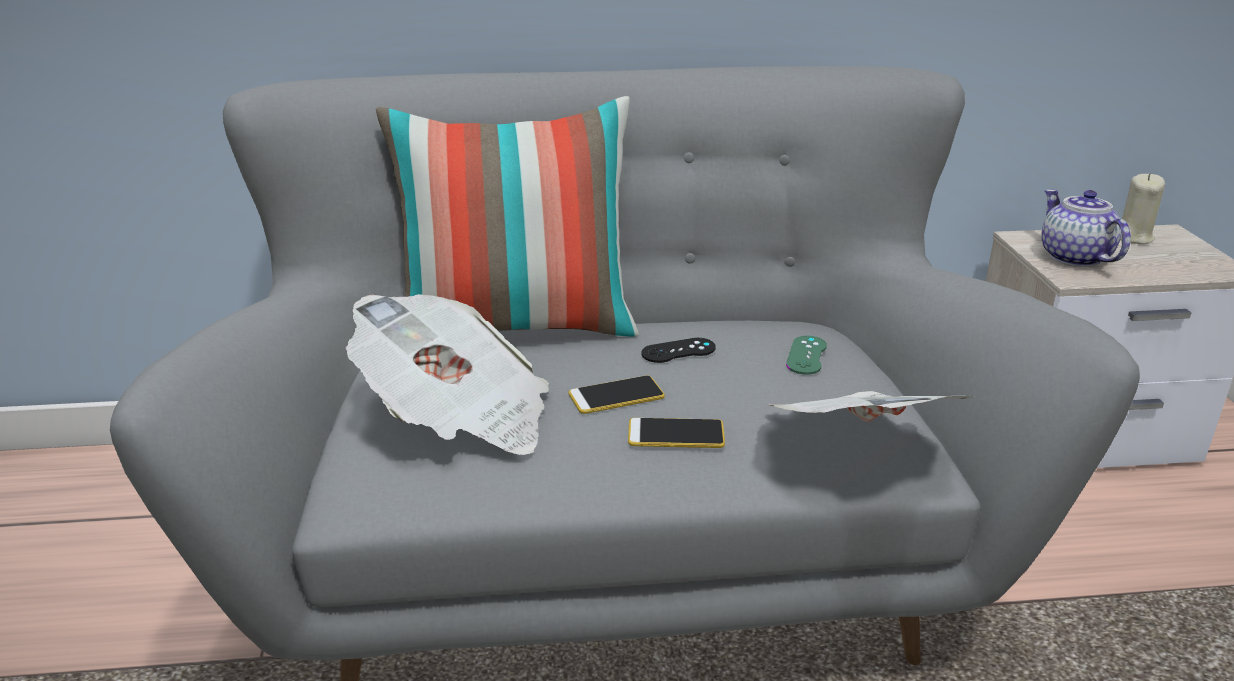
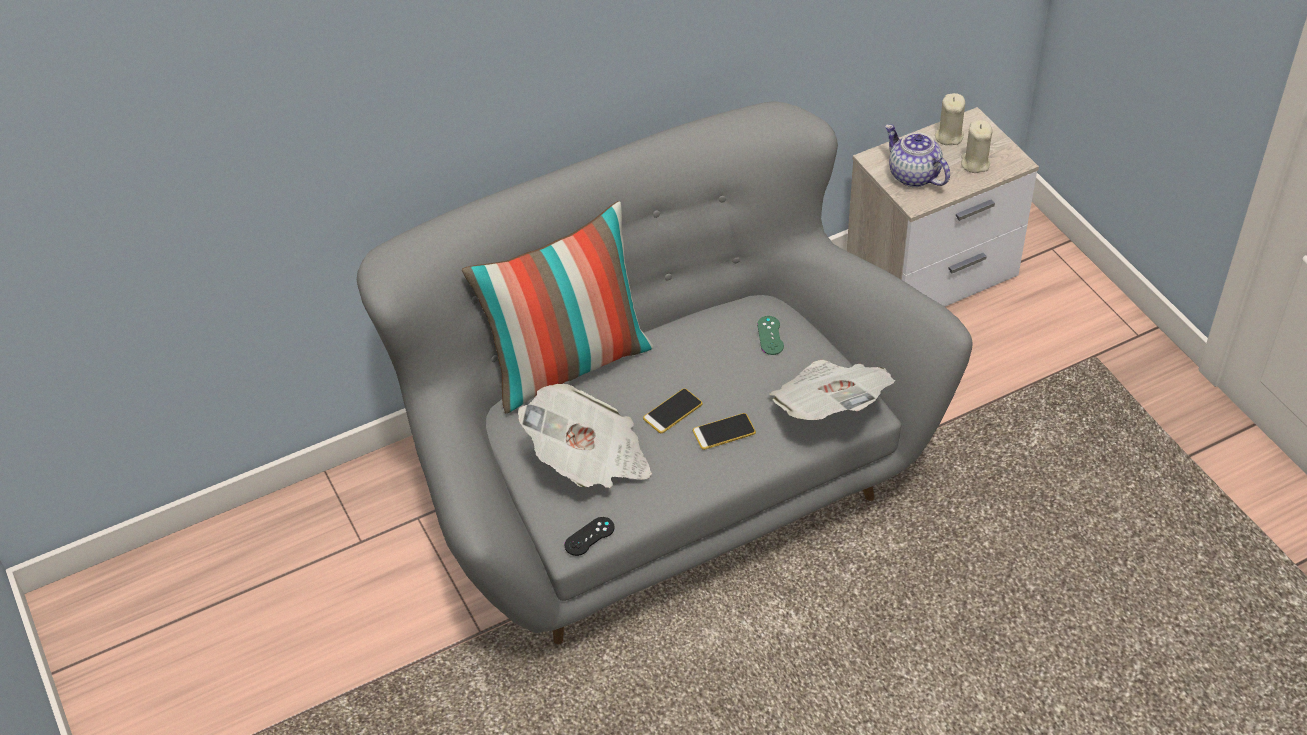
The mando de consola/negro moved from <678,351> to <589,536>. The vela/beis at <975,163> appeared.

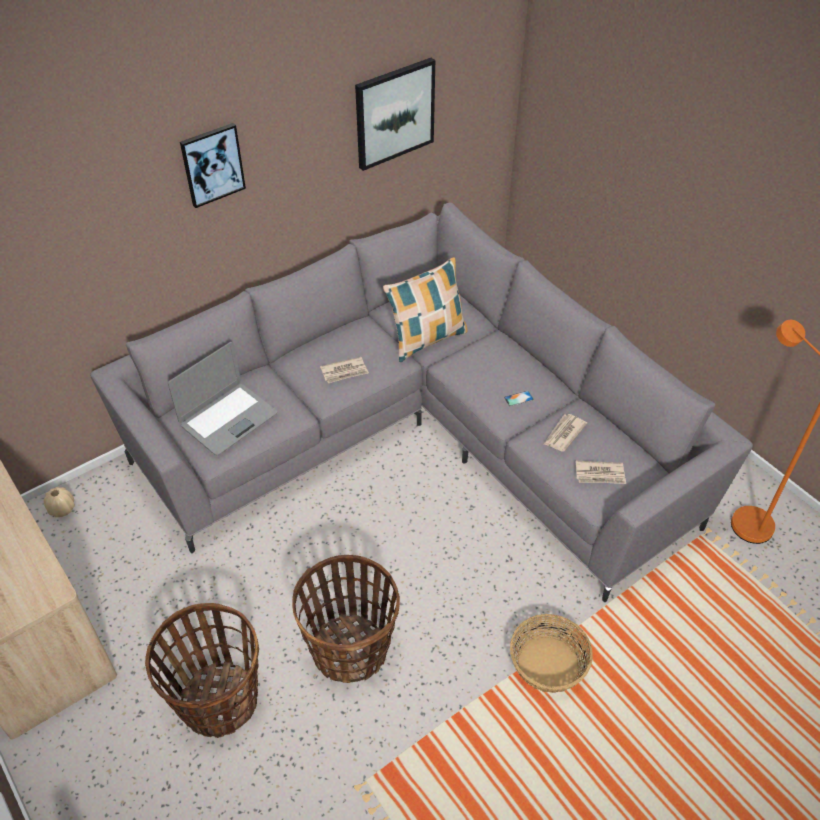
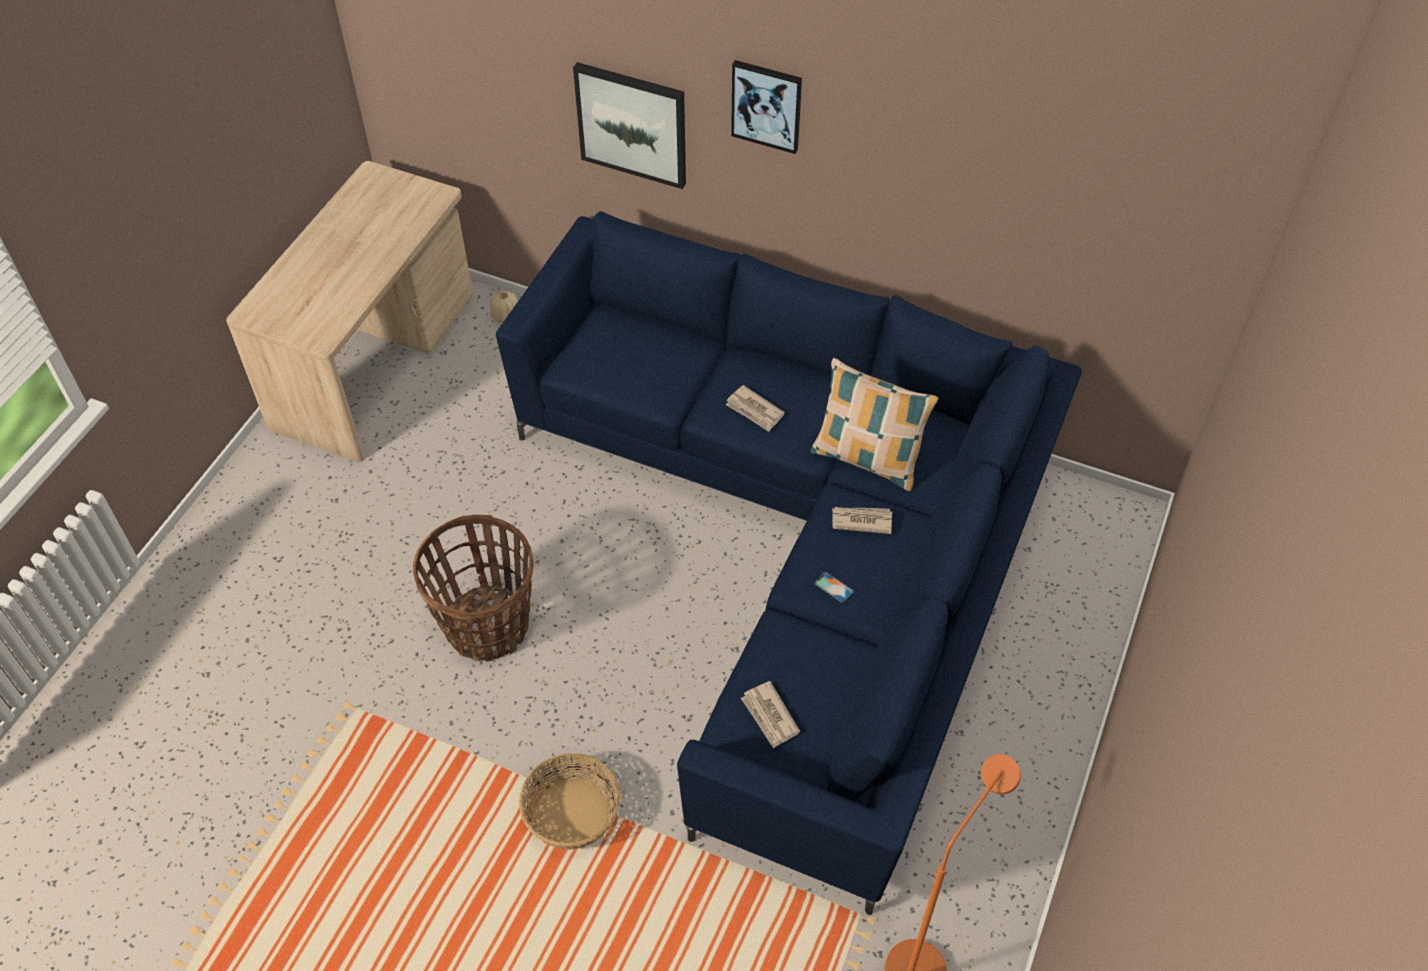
The sofá/gris at <420,436> became the sofá/azul at <803,551>. The cuadro moved from <394,113> to <632,124>. The periódico moved from <564,434> to <861,520>. The cesta at <218,700> disappeared. The portátil at <228,419> disappeared.

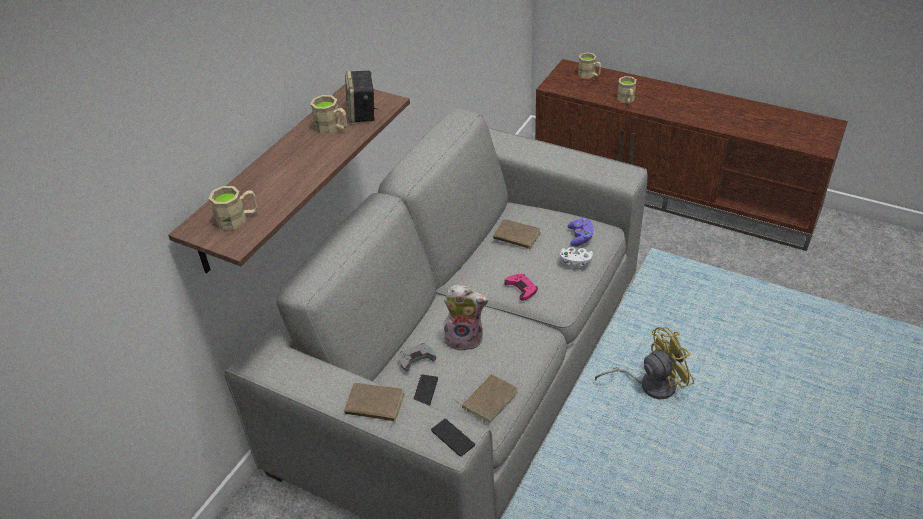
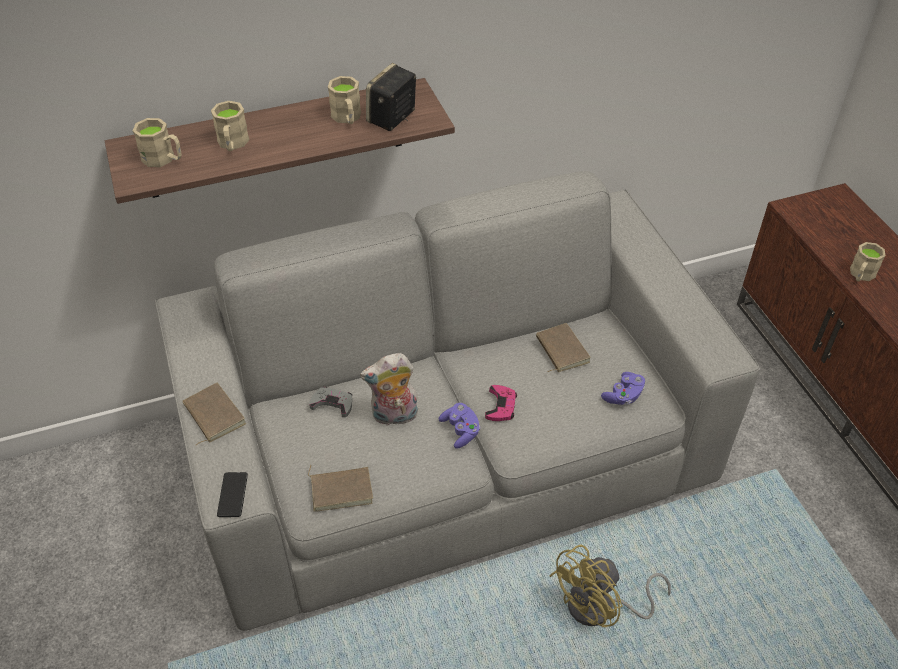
The taza grande/beis moved from <589,75> to <232,144>. The peluche at <465,338> turned 120 degrees clockwise. The mando de consola/morado at <460,431> appeared. The ventilador/amarillo at <650,384> turned 120 degrees clockwise. The móvil at <425,391> disappeared. The mando de consola/blanco at <575,262> disappeared.

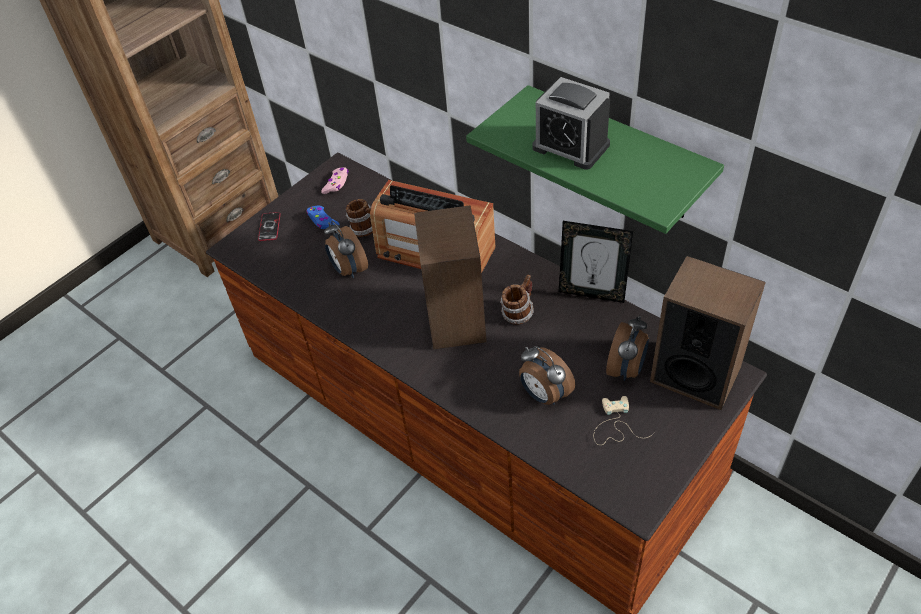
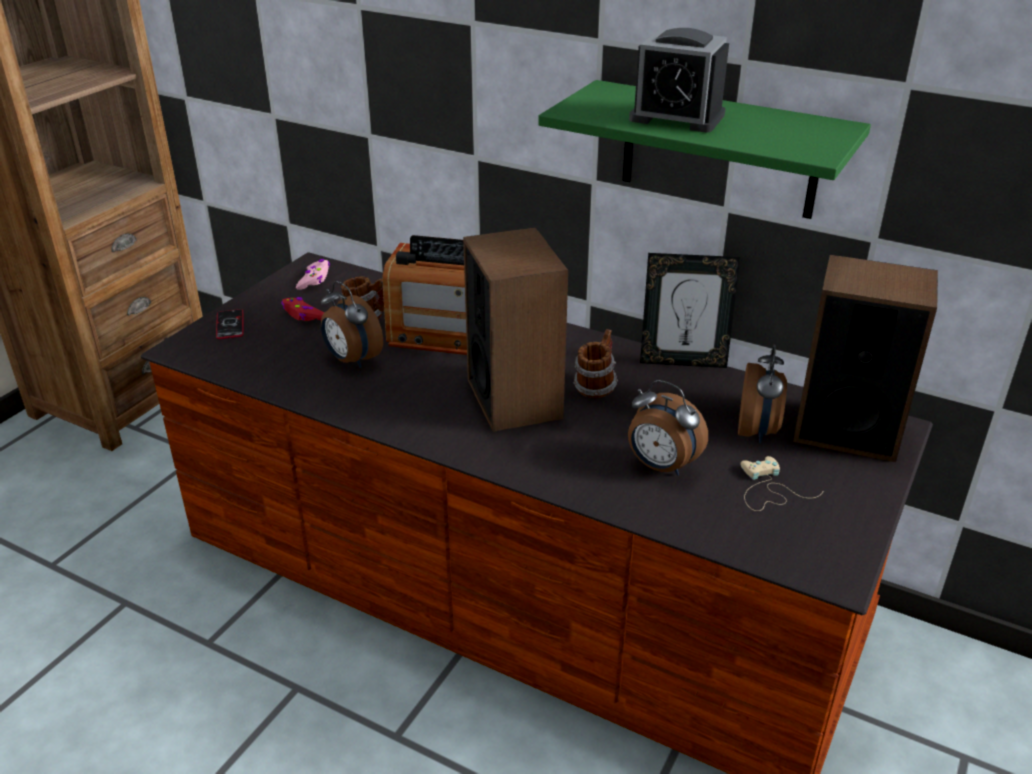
The mando de consola/azul at <322,221> became the mando de consola/rojo at <304,315>.

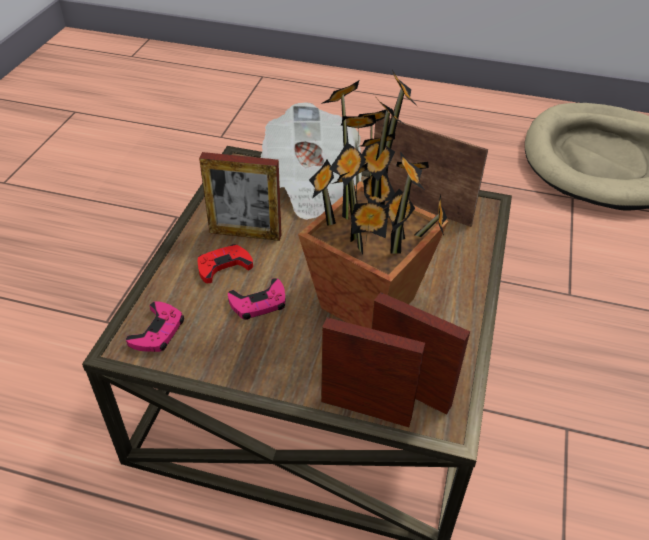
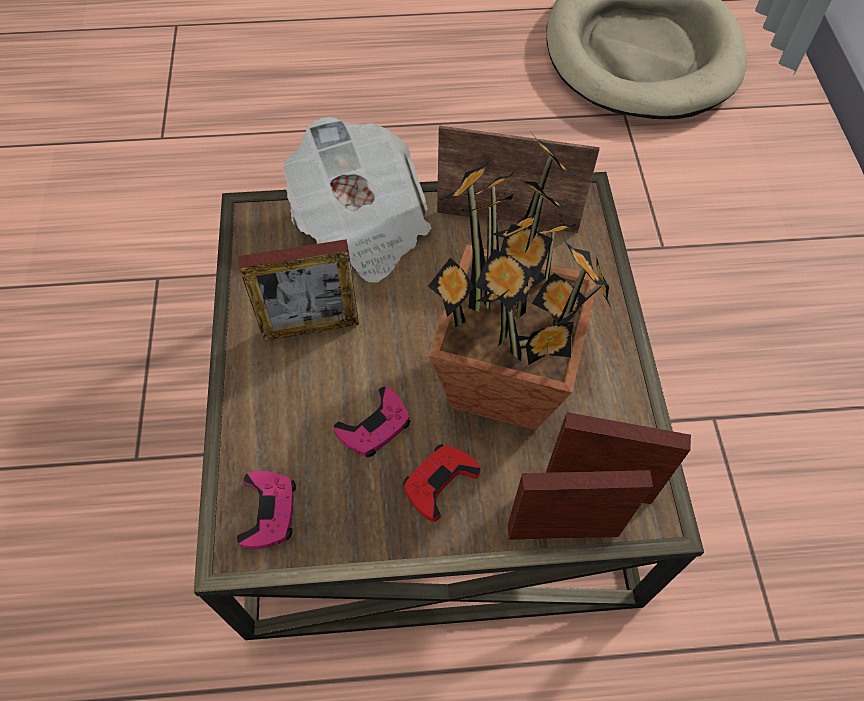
The mando de consola/rojo moved from <223,266> to <439,482>.

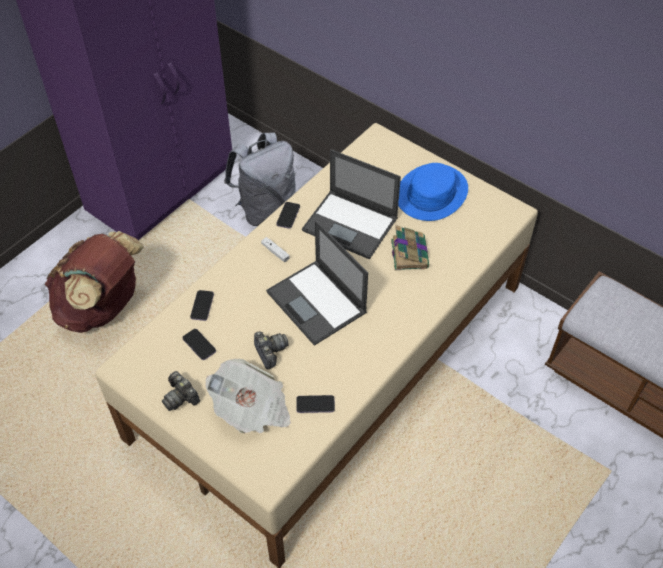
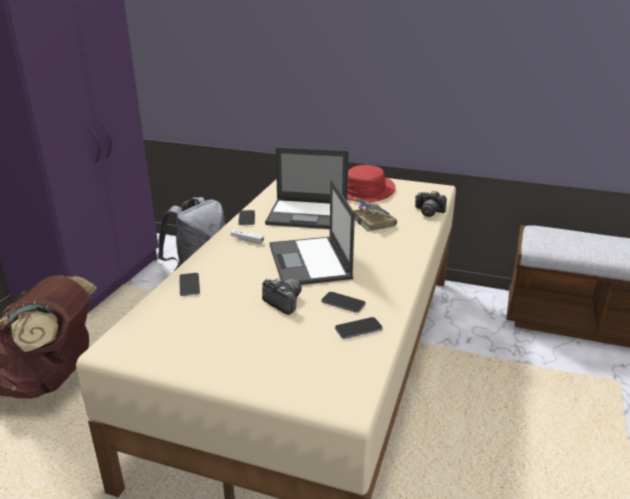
The portátil at <317,303> turned 45 degrees clockwise. The móvil moved from <199,345> to <343,303>. The sombrero/azul at <431,193> became the sombrero/rojo at <364,190>. The cámara moved from <180,397> to <429,212>. The periódico at <252,409> disappeared.

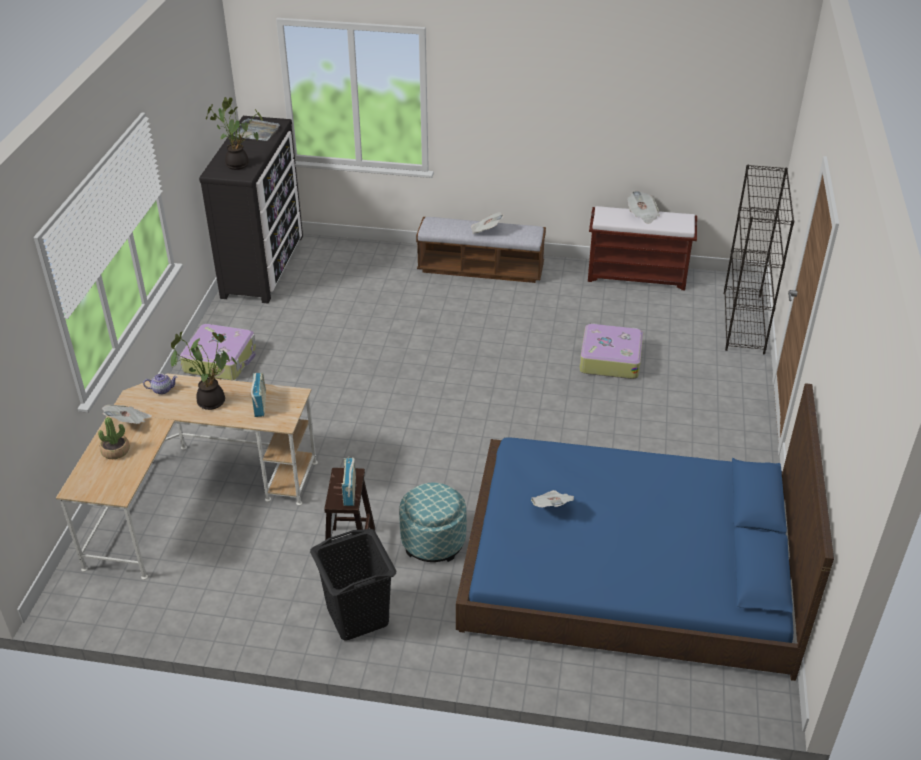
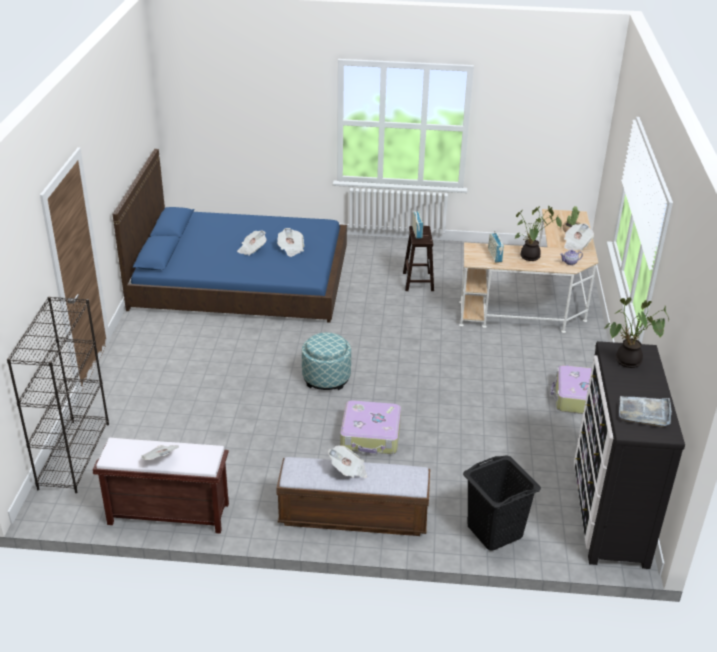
The periódico at <252,250> appeared. The puf moved from <433,541> to <326,378>. The maleta moved from <610,359> to <371,435>. The cesto de la ropa/negro moved from <358,615> to <494,531>.

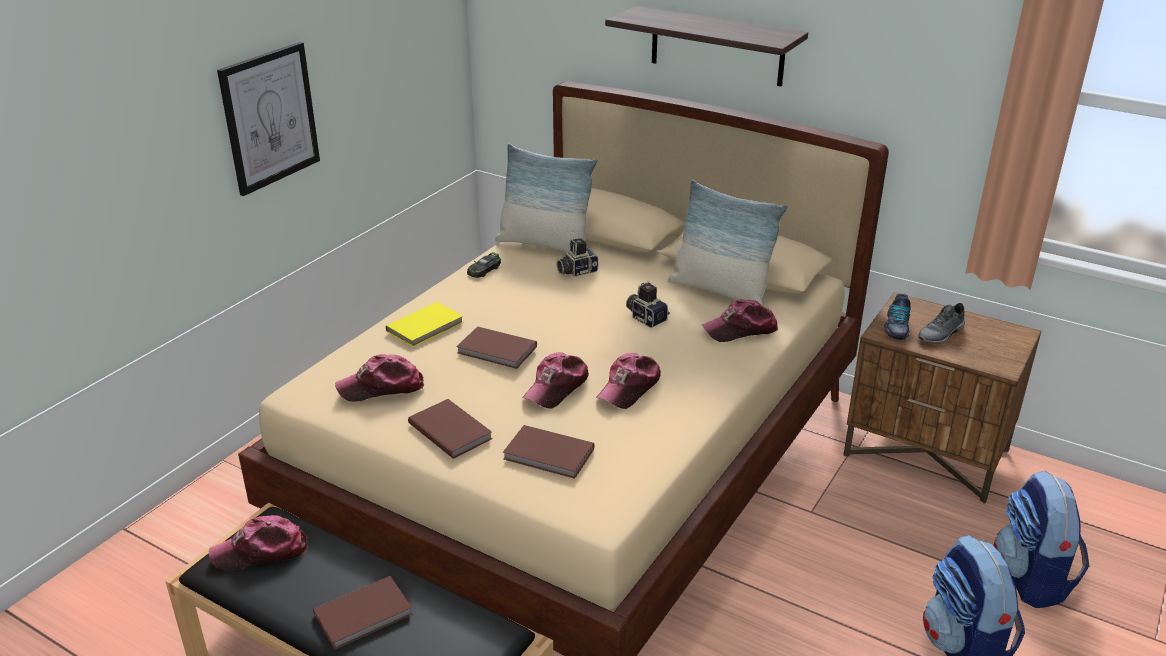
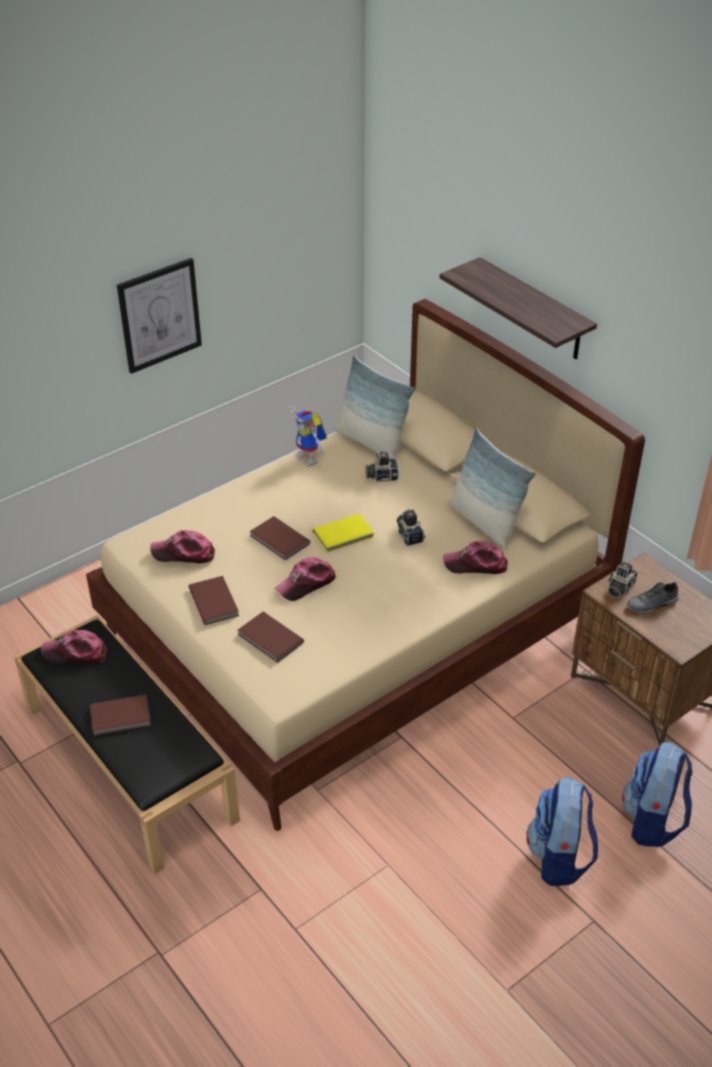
The coche de juguete at <484,269> was replaced by the robot de juguete at <310,458>. The libro/amarillo moved from <427,327> to <344,535>. The zapato at <896,327> was replaced by the cámara at <619,588>. The gorra at <629,388> disappeared.

